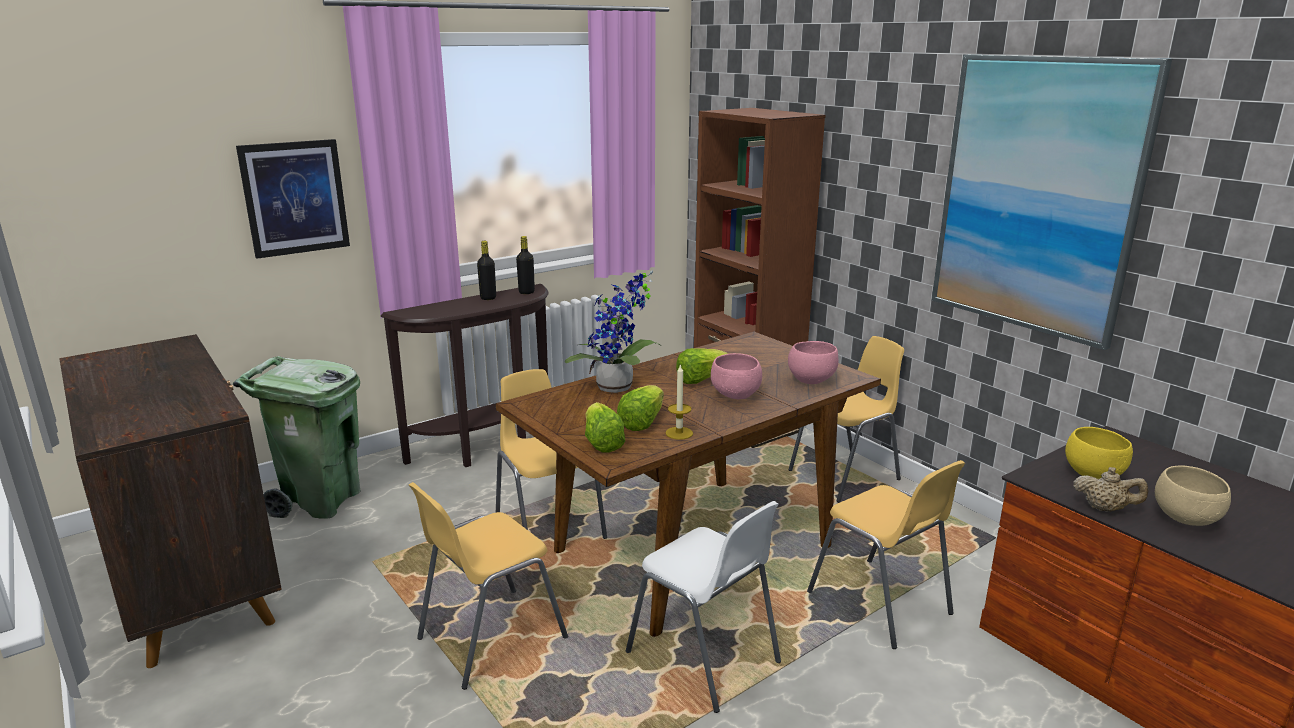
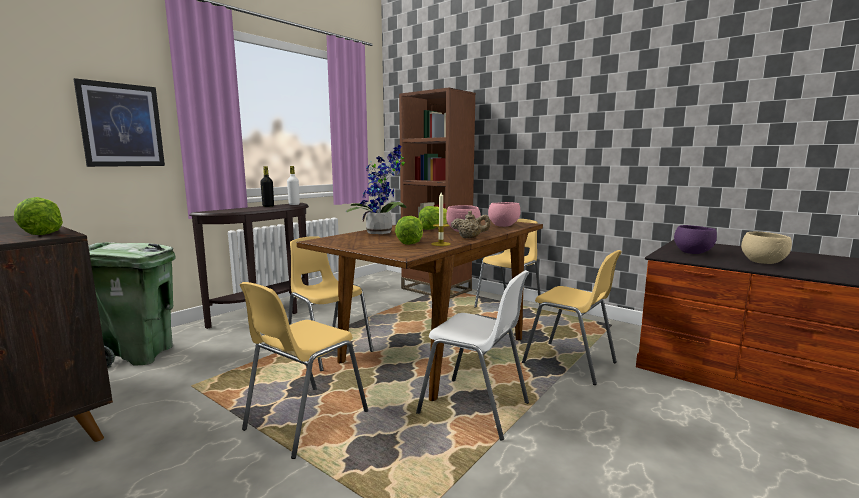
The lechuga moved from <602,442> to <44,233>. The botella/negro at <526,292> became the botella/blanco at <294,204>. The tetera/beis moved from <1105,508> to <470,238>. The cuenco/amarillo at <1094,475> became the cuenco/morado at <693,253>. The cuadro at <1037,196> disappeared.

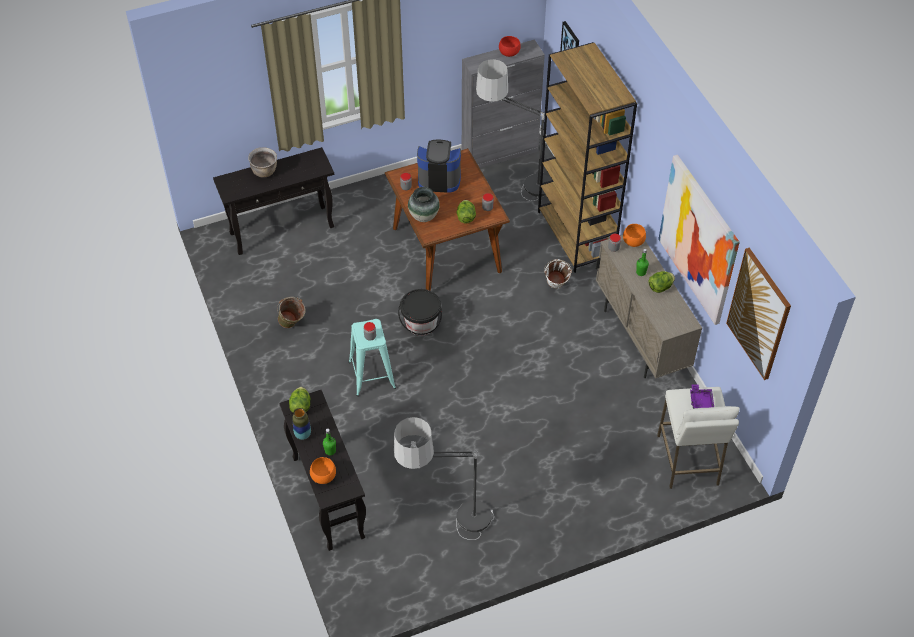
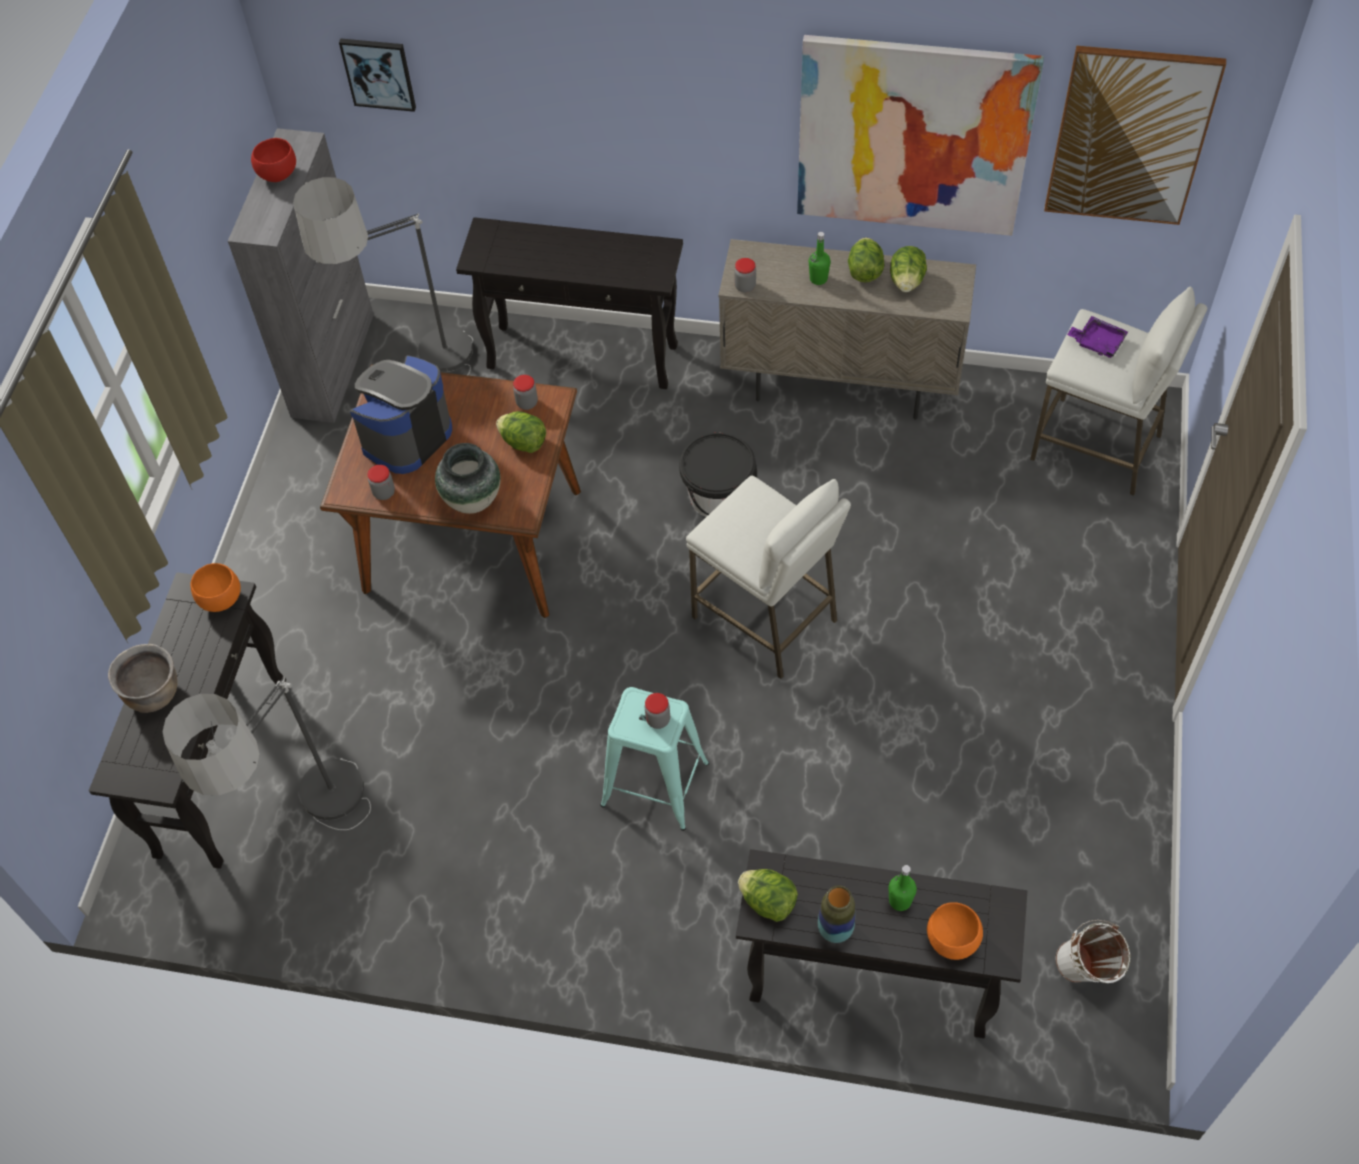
The lámpara de pie moved from <447,526> to <316,840>. The cuenco/naranja moved from <632,242> to <220,600>. The estantería/marrón at <576,235> was replaced by the mesa consola/negro at <584,357>. The cubo/negro moved from <421,323> to <718,496>. The taburete/blanco at <766,618> appeared. The lechuga at <906,281> appeared. The cubo/blanco moved from <556,287> to <1087,972>. The cubo/verde at <292,325> disappeared.

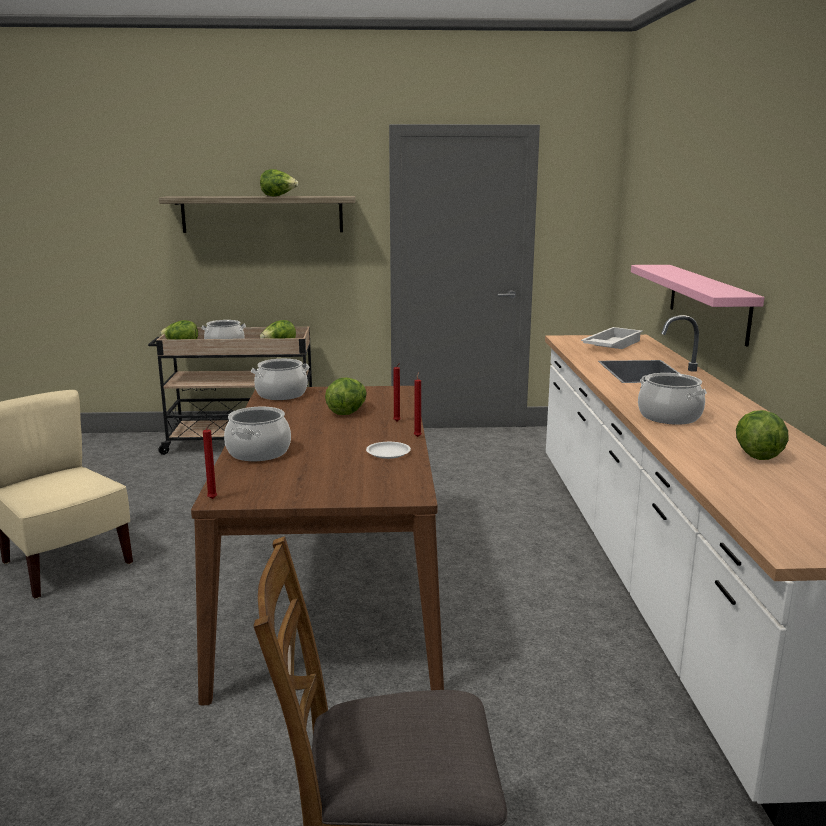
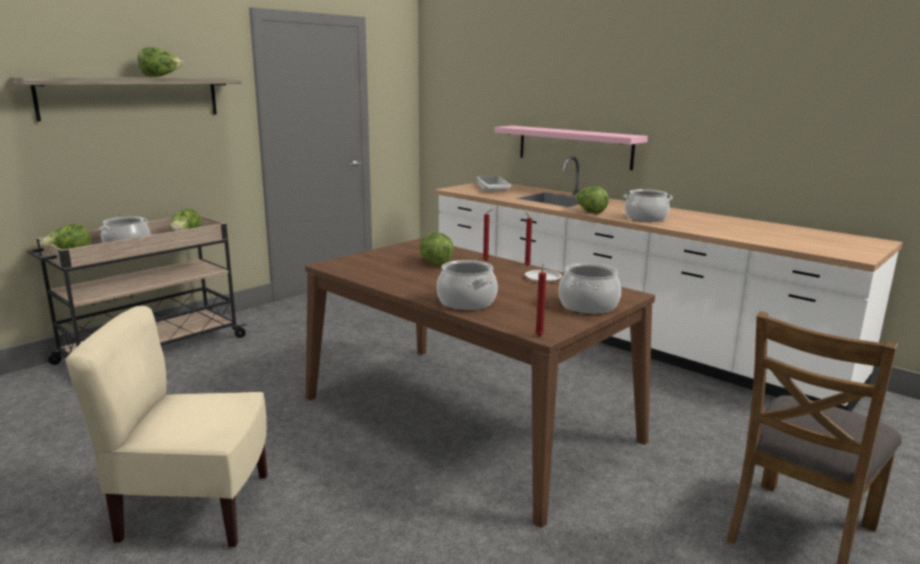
The olla moved from <281,394> to <588,306>. The lechuga moved from <757,454> to <590,212>.

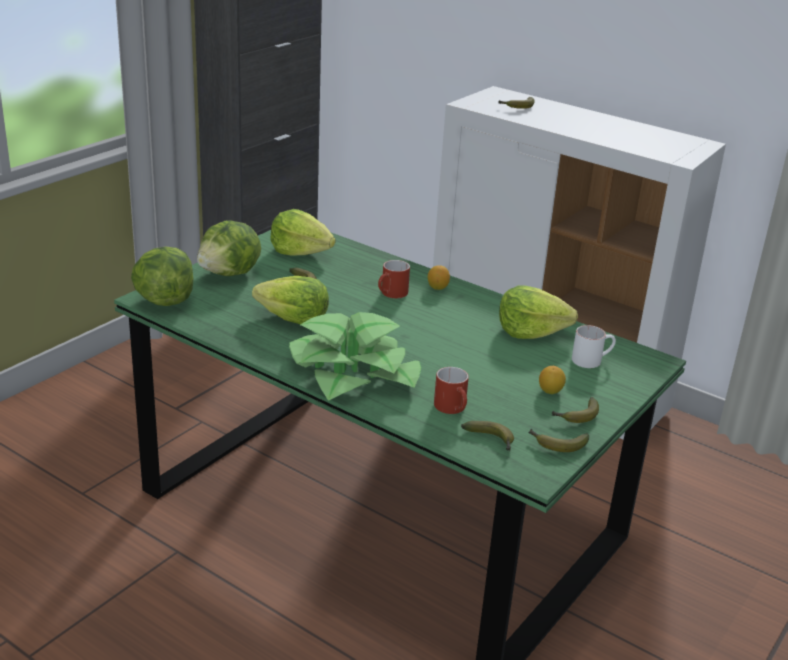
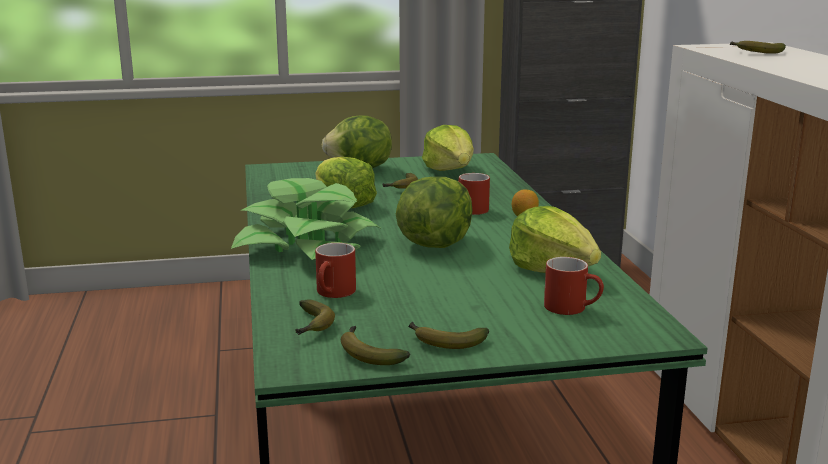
The lechuga moved from <164,300> to <434,243>. The taza grande/blanco at <591,359> became the taza grande/rojo at <573,308>. The limón at <550,391> disappeared.

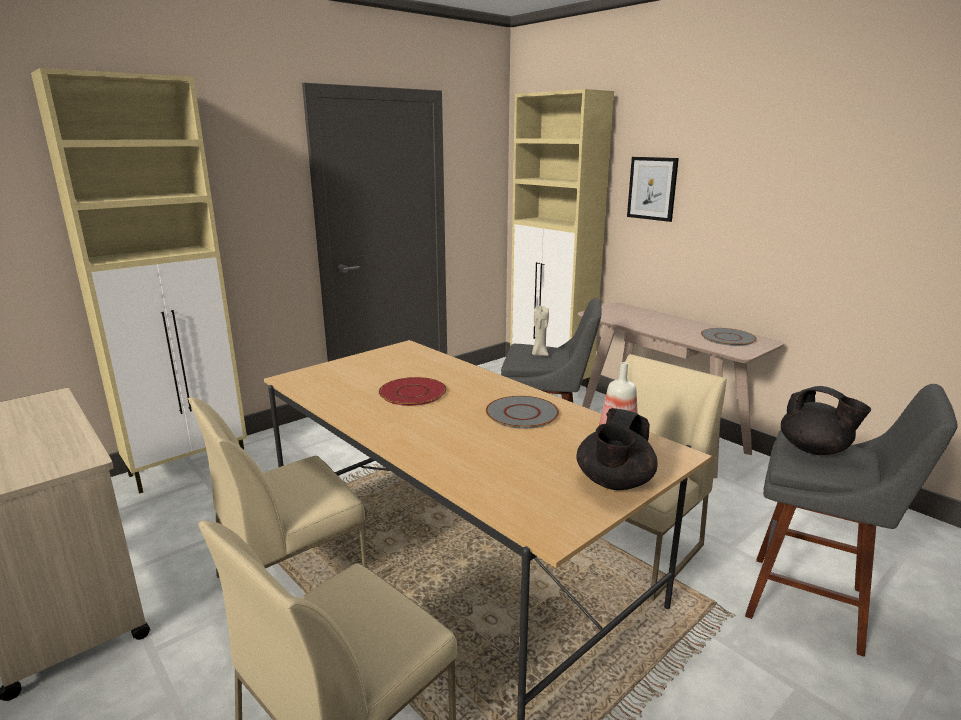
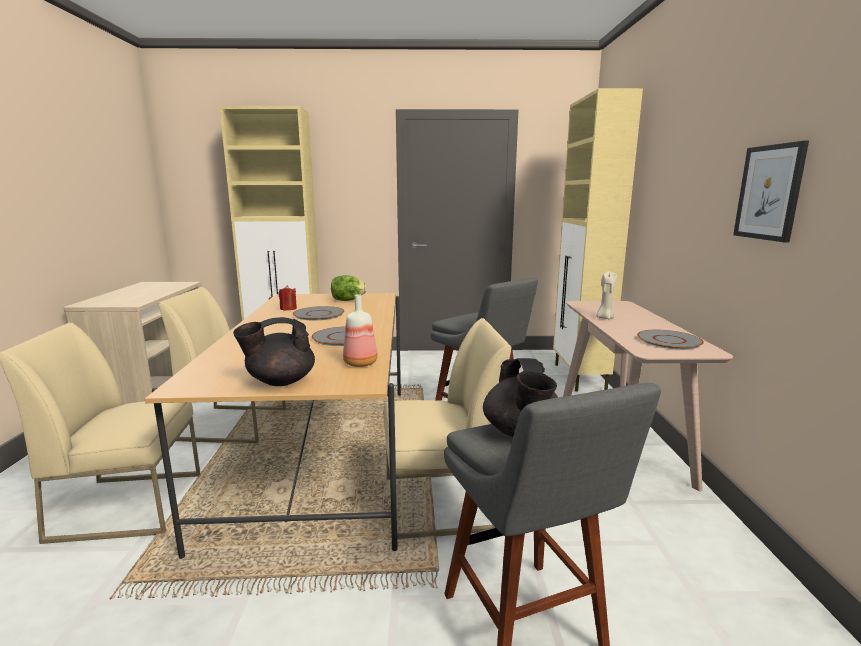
The vela/rojo at <288,308> appeared. The plato/rojo at <412,392> became the plato/gris at <319,314>. The lechuga at <347,300> appeared. The vela/beis moved from <539,354> to <604,318>. The cuadro moved from <652,188> to <769,192>.

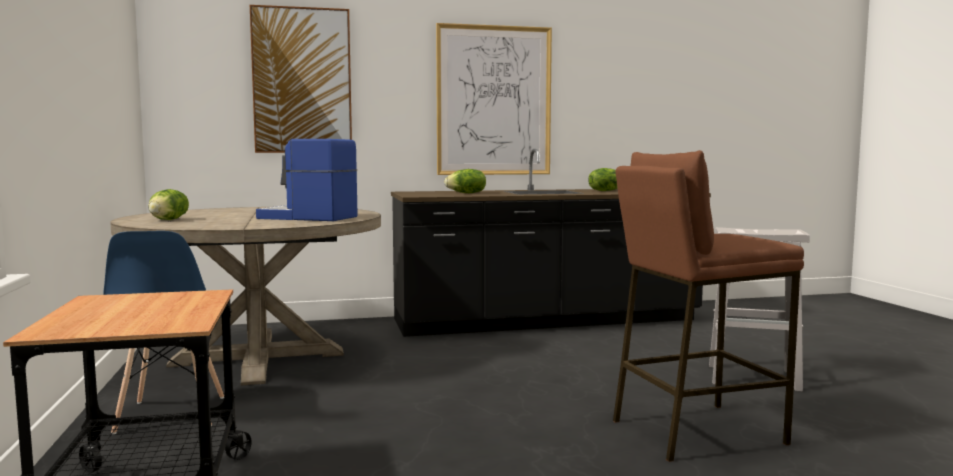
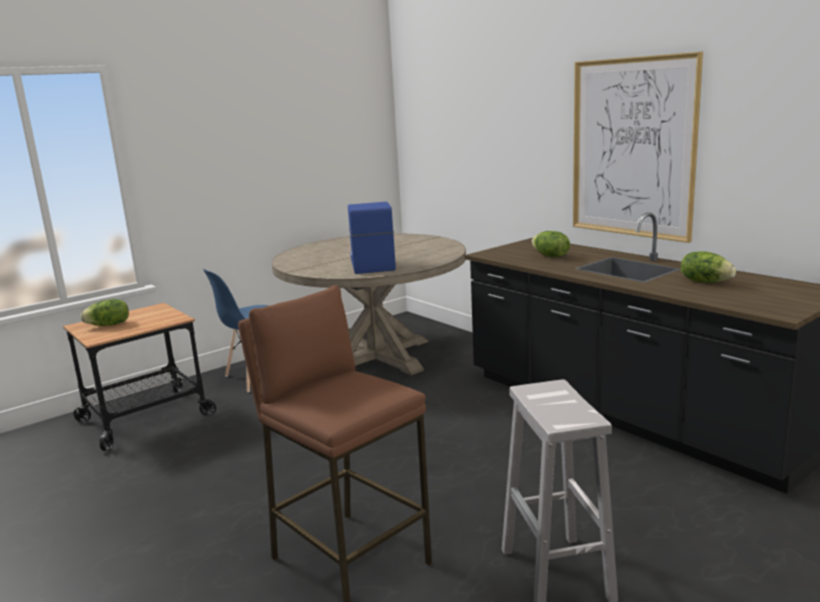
The lechuga moved from <169,220> to <109,325>. The cuadro at <302,81> disappeared.

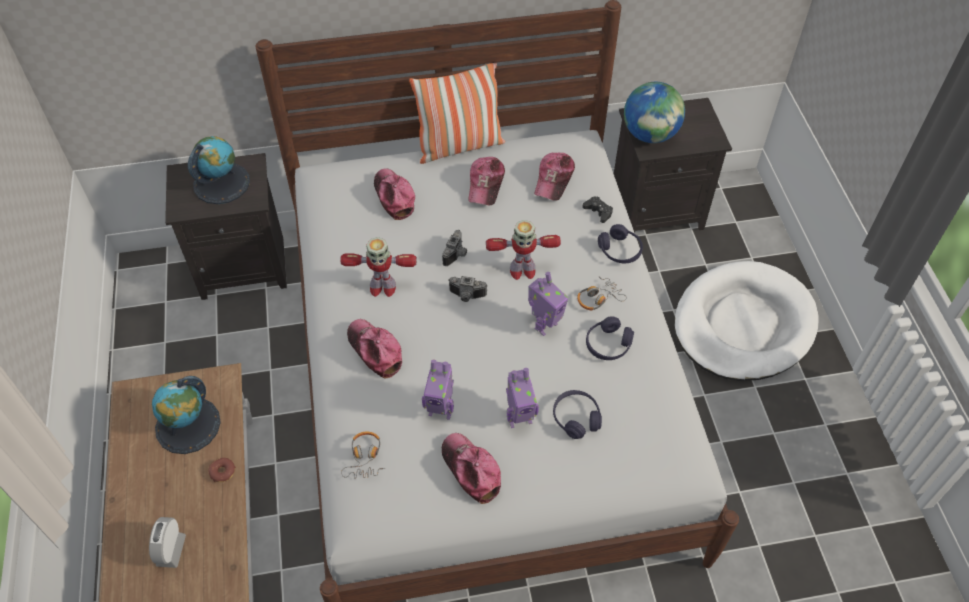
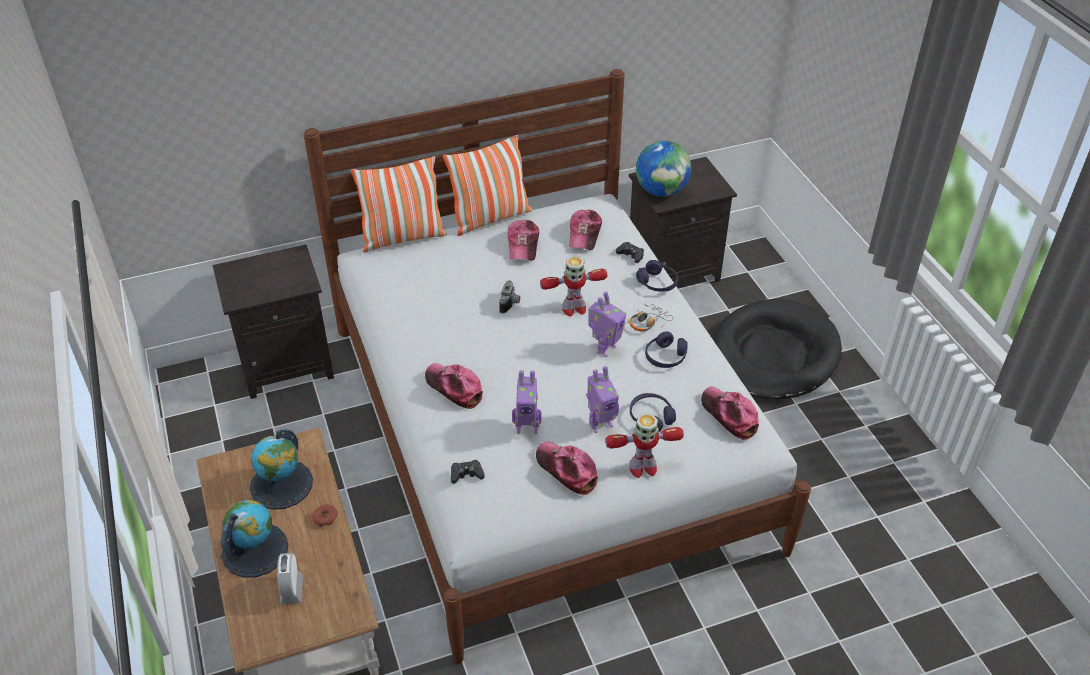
The globo terráqueo moved from <221,183> to <255,550>. The cojín at <403,238> appeared. The auriculares at <364,458> was replaced by the mando de consola/negro at <466,474>. The robot de juguete moved from <382,287> to <642,468>. The gorra moved from <394,197> to <729,415>. The cama para perro/blanco at <743,325> became the cama para perro/negro at <773,354>. The cámara at <466,296> disappeared.

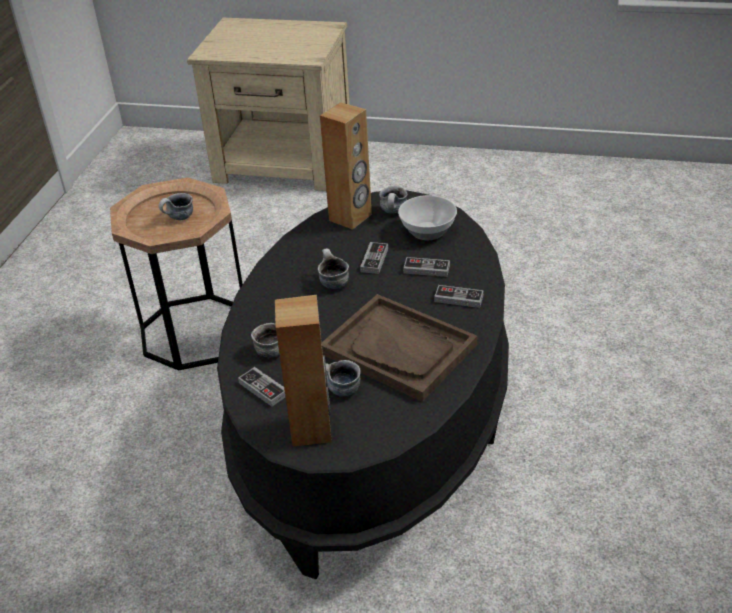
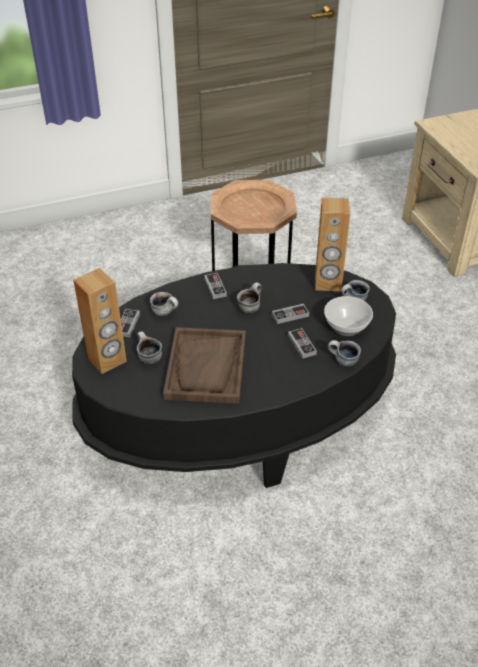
The mando de consola moved from <458,298> to <215,287>. The taza grande moved from <179,219> to <342,361>.

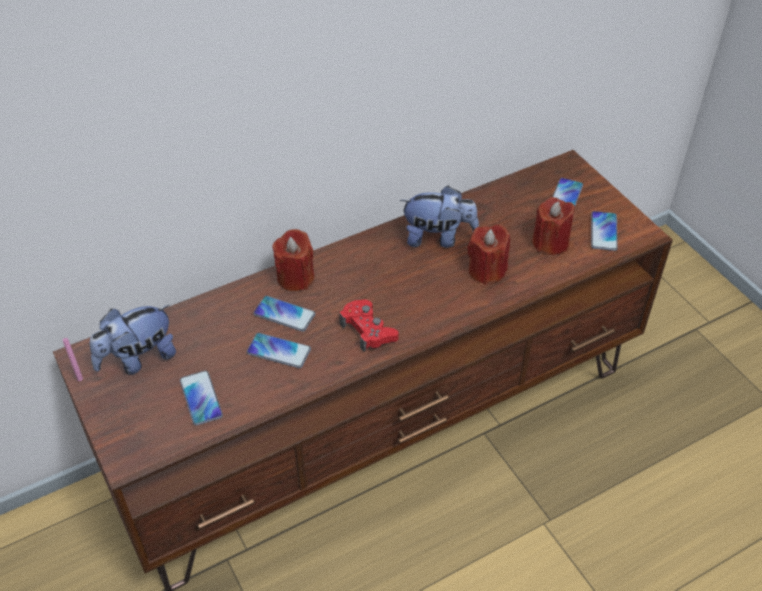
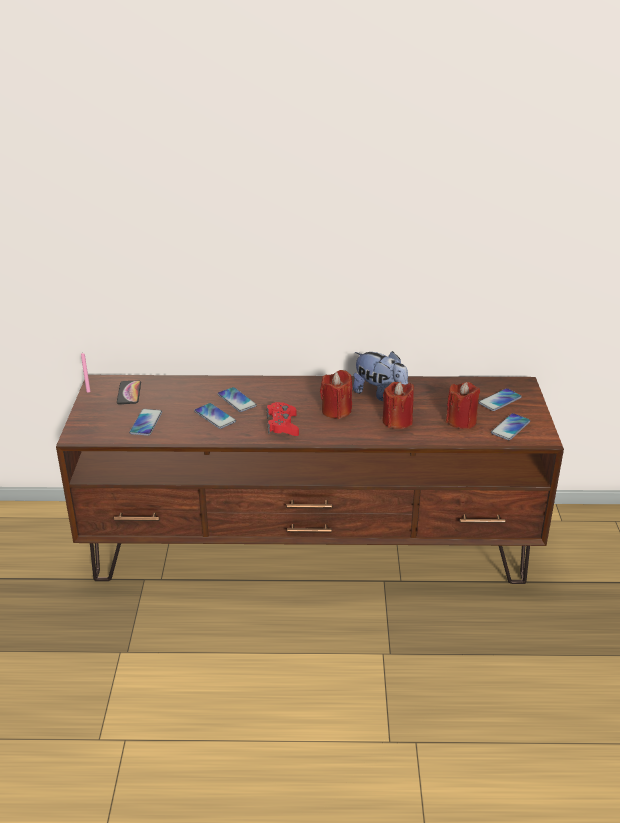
The peluche at <138,359> was replaced by the móvil at <129,393>. The vela/rojo moved from <295,277> to <336,411>.

